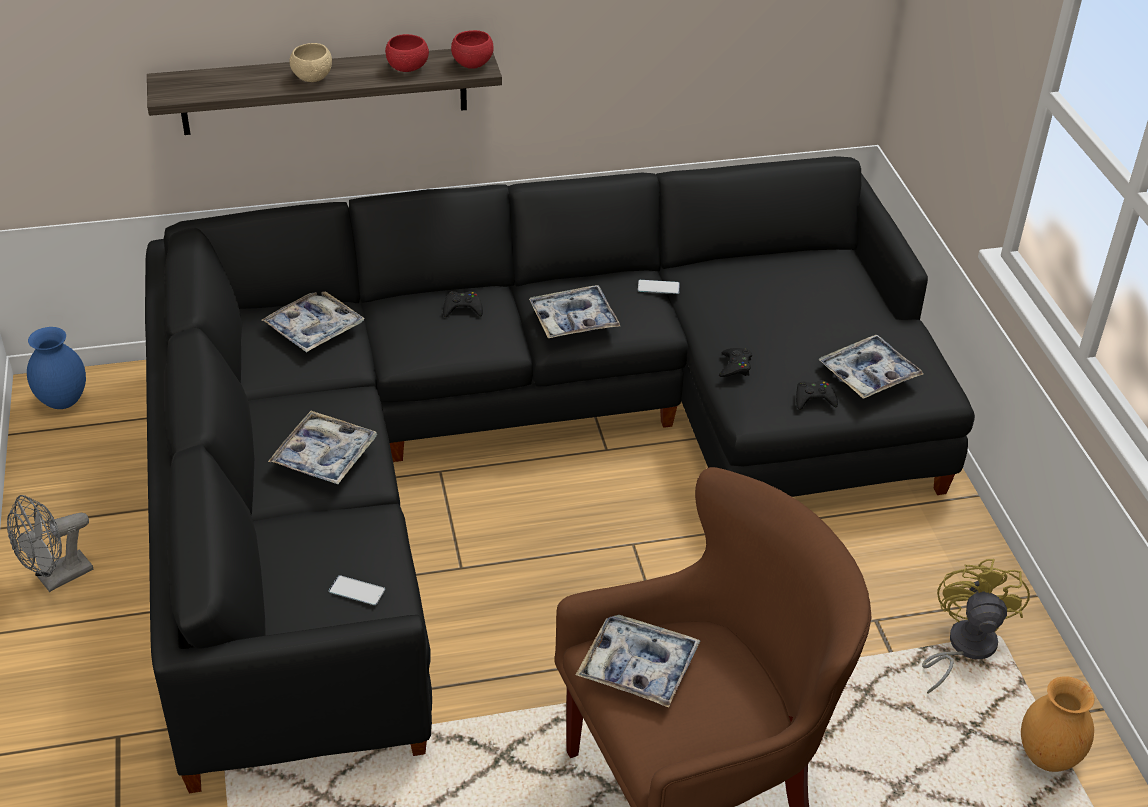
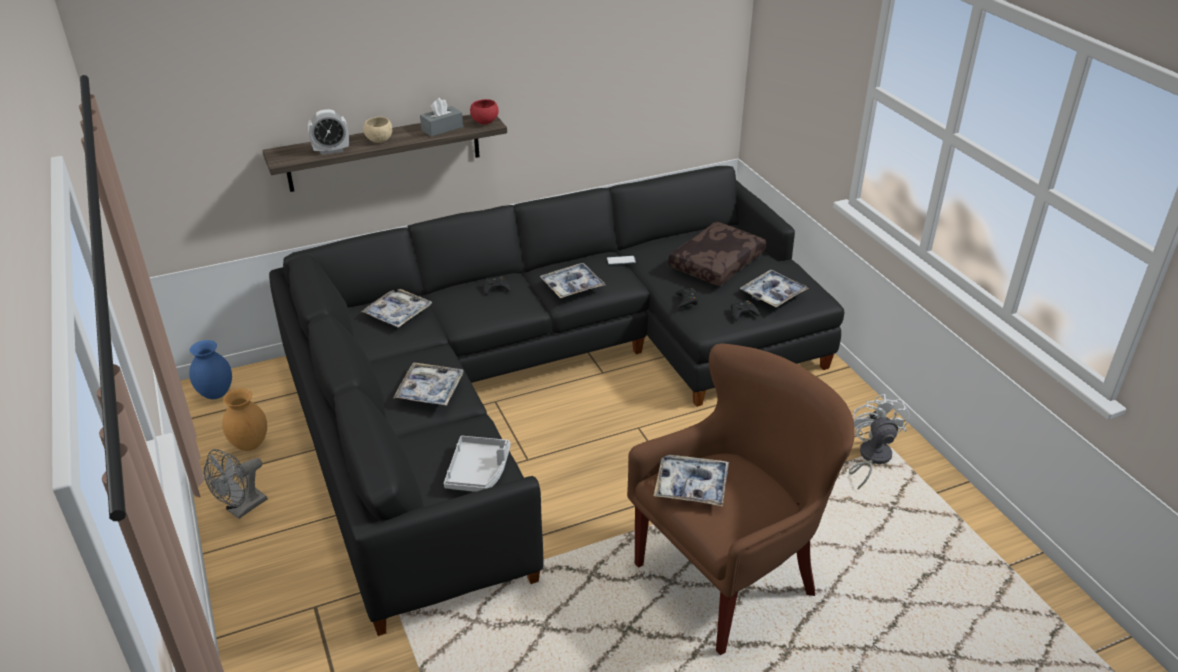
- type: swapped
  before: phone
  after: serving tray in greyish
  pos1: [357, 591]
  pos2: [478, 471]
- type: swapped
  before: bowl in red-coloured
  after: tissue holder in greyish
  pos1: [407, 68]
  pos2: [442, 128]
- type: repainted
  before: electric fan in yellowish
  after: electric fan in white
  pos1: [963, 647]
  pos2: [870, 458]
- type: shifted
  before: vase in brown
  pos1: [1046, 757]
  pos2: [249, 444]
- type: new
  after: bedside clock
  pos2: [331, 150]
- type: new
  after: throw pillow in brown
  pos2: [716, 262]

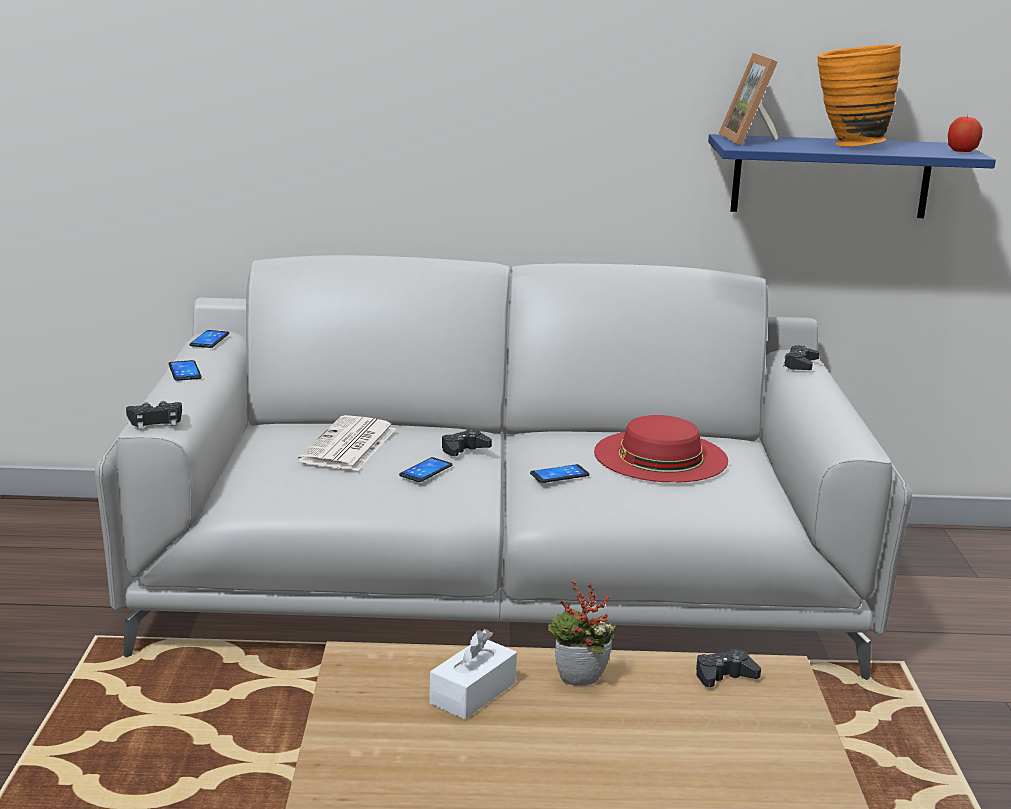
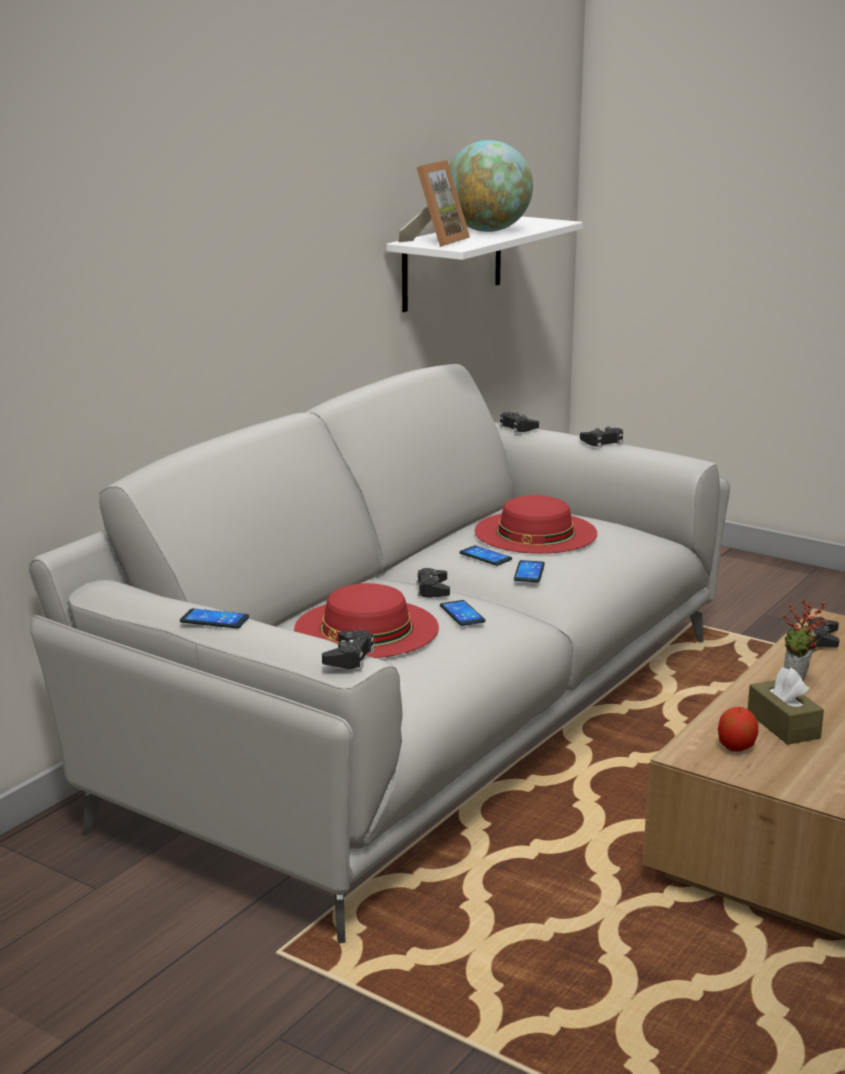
- type: shifted
  before: phone
  pos1: [209, 340]
  pos2: [485, 556]
- type: swapped
  before: printed paper
  after: clothing hat in red-coloured
  pos1: [349, 446]
  pos2: [366, 628]
- type: repainted
  before: tissue holder in white
  after: tissue holder in brown
  pos1: [473, 693]
  pos2: [783, 725]
- type: repainted
  before: shelf in blue-coloured
  after: shelf in white
  pos1: [831, 176]
  pos2: [452, 263]
- type: rotated
  before: photo frame
  pos1: [751, 140]
  pos2: [436, 241]
  turn: -90
- type: swapped
  before: vase in orangey
  after: world globe
  pos1: [847, 145]
  pos2: [487, 231]
- type: shifted
  before: apple
  pos1: [962, 151]
  pos2: [736, 747]
- type: new
  after: joypad in blackish
  pos2: [603, 442]

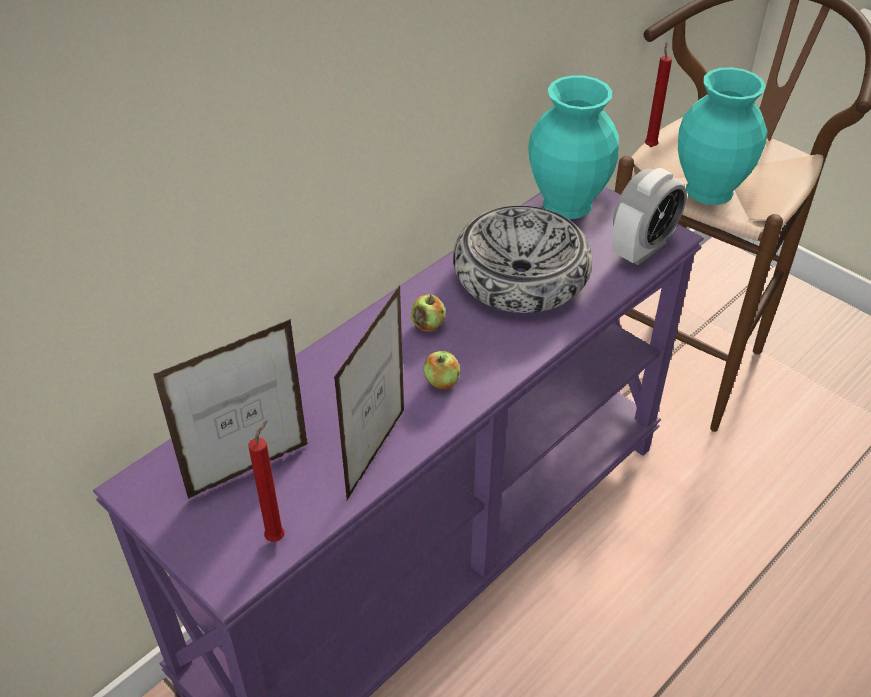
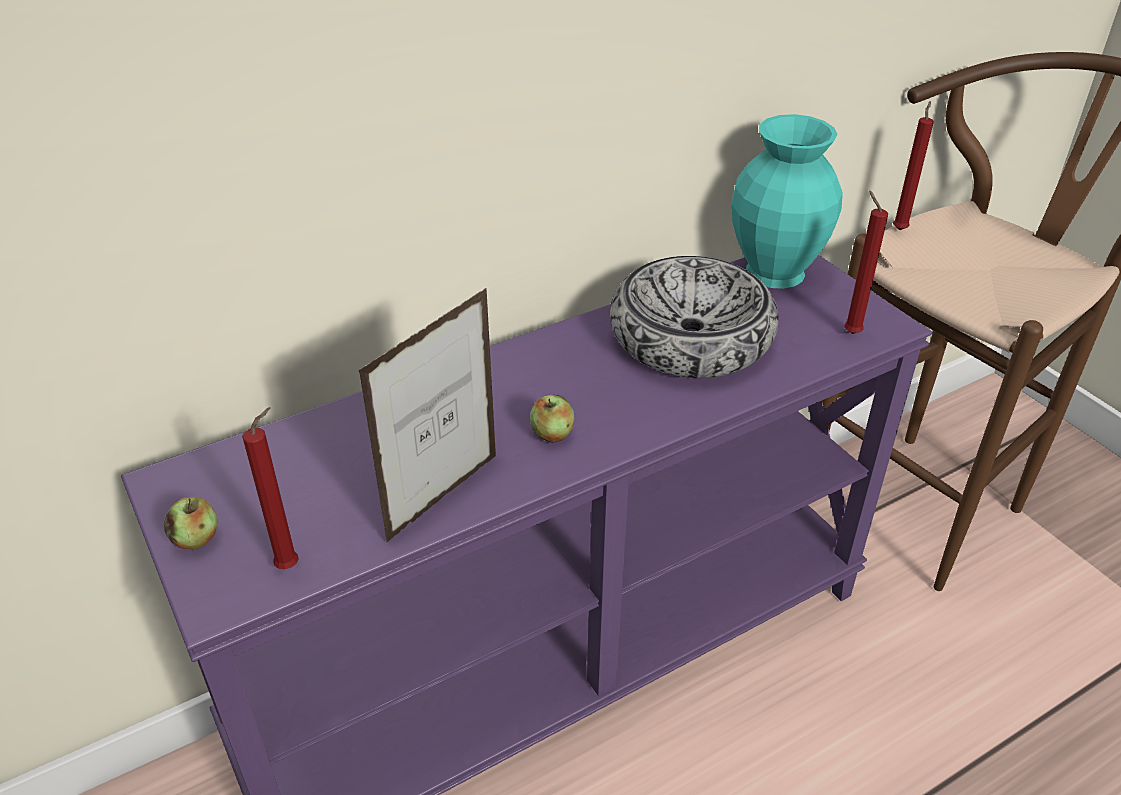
- type: gone
  before: photo frame
  pos1: [249, 470]
- type: shifted
  before: apple
  pos1: [428, 324]
  pos2: [196, 539]
- type: swapped
  before: bedside clock
  after: wax light in red-coloured
  pos1: [642, 249]
  pos2: [850, 332]
- type: gone
  before: vase in turquoise
  pos1: [711, 191]

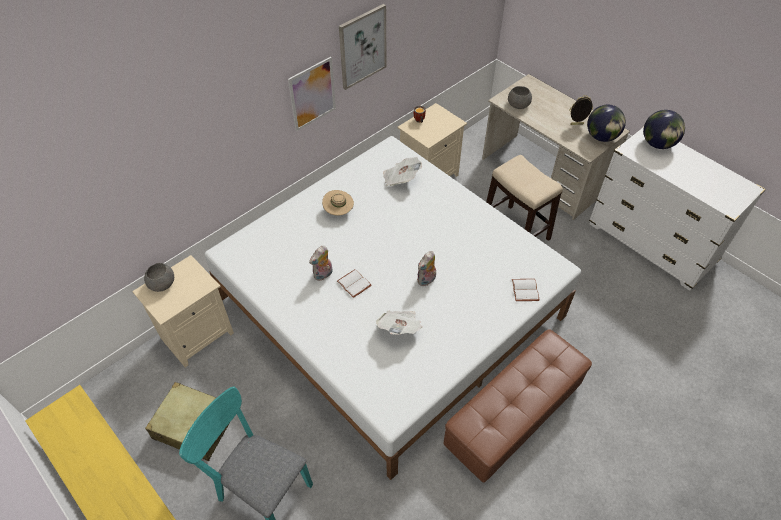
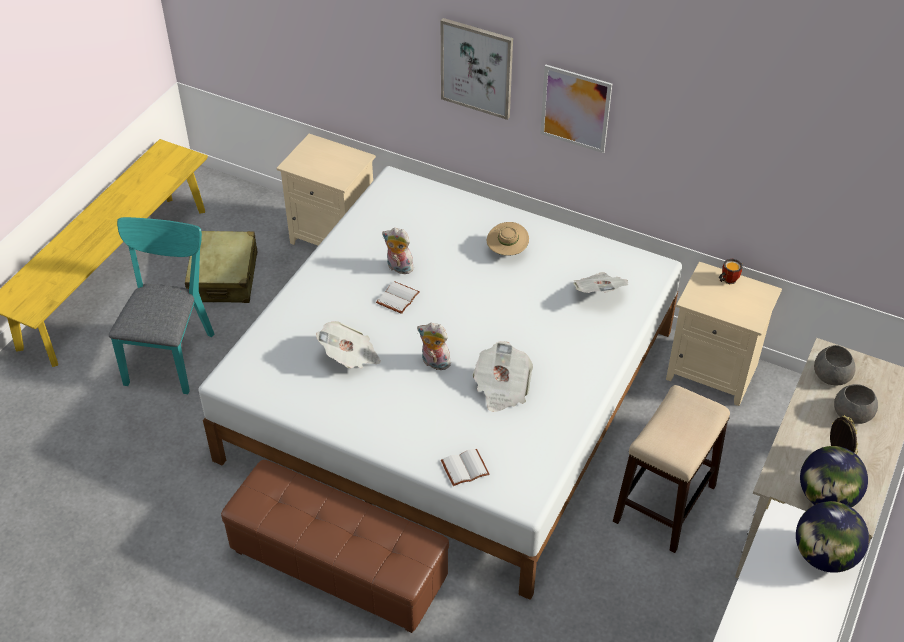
- type: shifted
  before: bowl in greyish
  pos1: [162, 283]
  pos2: [853, 414]
- type: shifted
  before: wall picture
  pos1: [362, 46]
  pos2: [477, 68]
- type: new
  after: printed paper
  pos2: [501, 388]

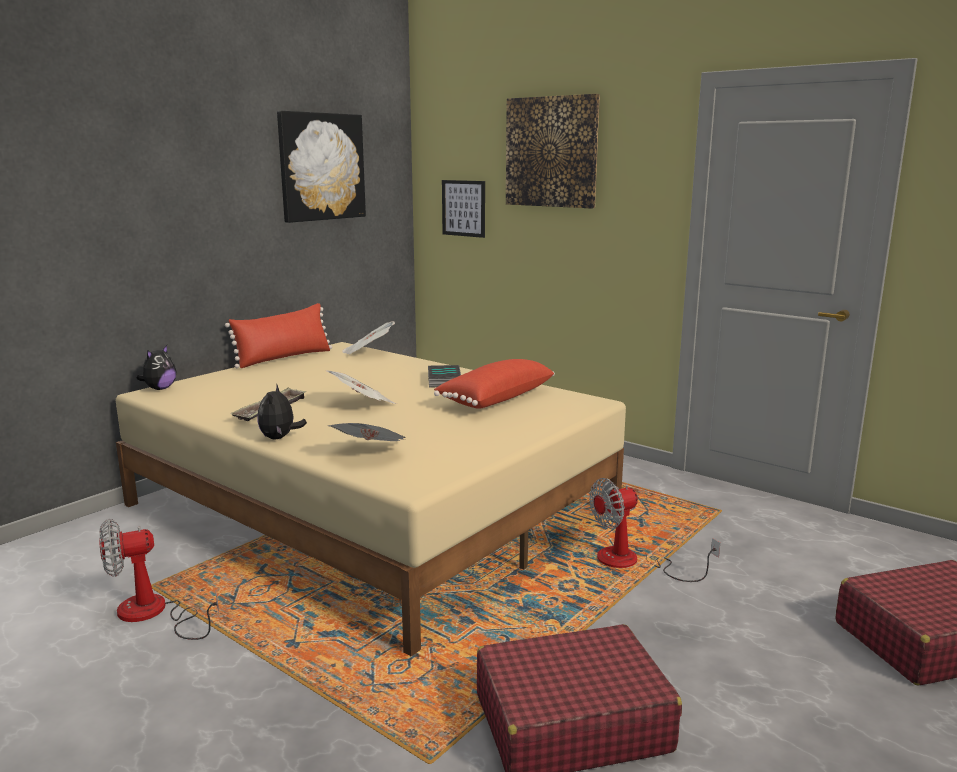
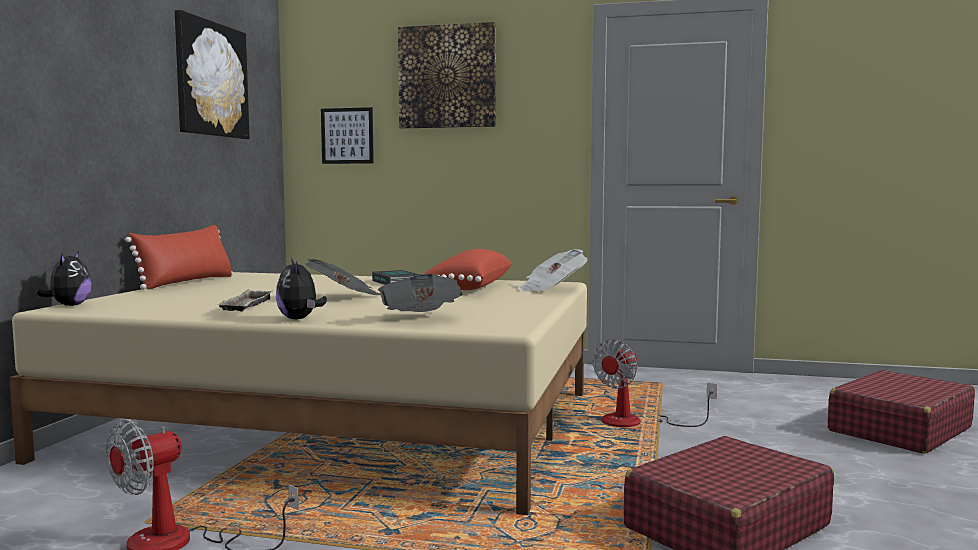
- type: shifted
  before: printed paper
  pos1: [368, 352]
  pos2: [551, 289]

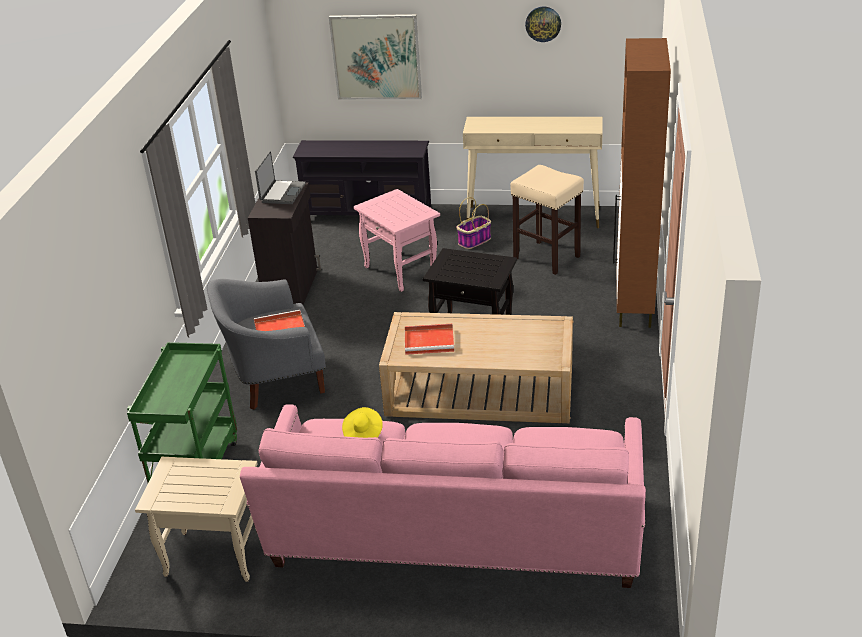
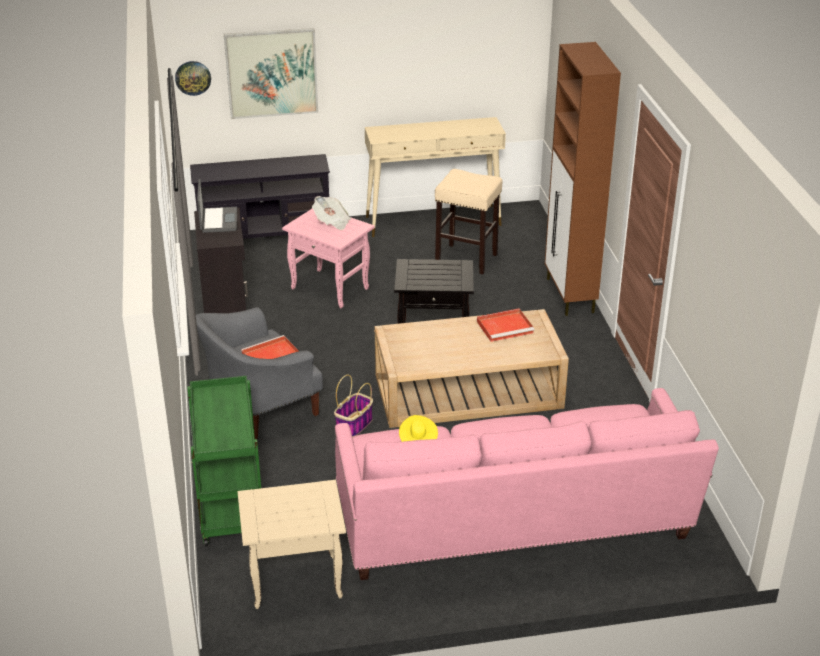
- type: shifted
  before: serving tray in red-coloured
  pos1: [430, 341]
  pos2: [506, 327]
- type: shifted
  before: basket
  pos1: [474, 241]
  pos2: [354, 425]
- type: shifted
  before: hanging clock
  pos1: [543, 24]
  pos2: [193, 78]
- type: new
  after: printed paper
  pos2: [332, 222]

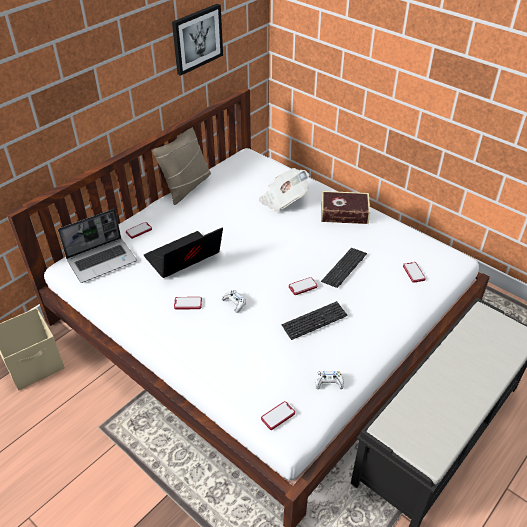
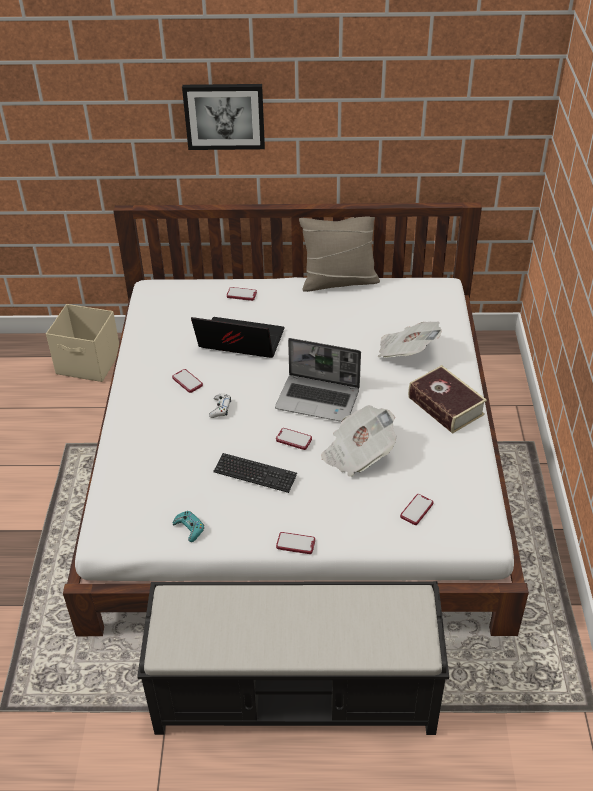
- type: shifted
  before: laptop
  pos1: [102, 260]
  pos2: [319, 399]
- type: shifted
  before: wall picture
  pos1: [197, 38]
  pos2: [224, 116]
- type: shifted
  before: phone
  pos1: [278, 416]
  pos2: [295, 544]
- type: repainted
  before: joypad in white
  after: joypad in turquoise
  pos1: [328, 382]
  pos2: [189, 528]
- type: swapped
  before: computer keyboard
  after: printed paper
  pos1: [344, 268]
  pos2: [357, 454]

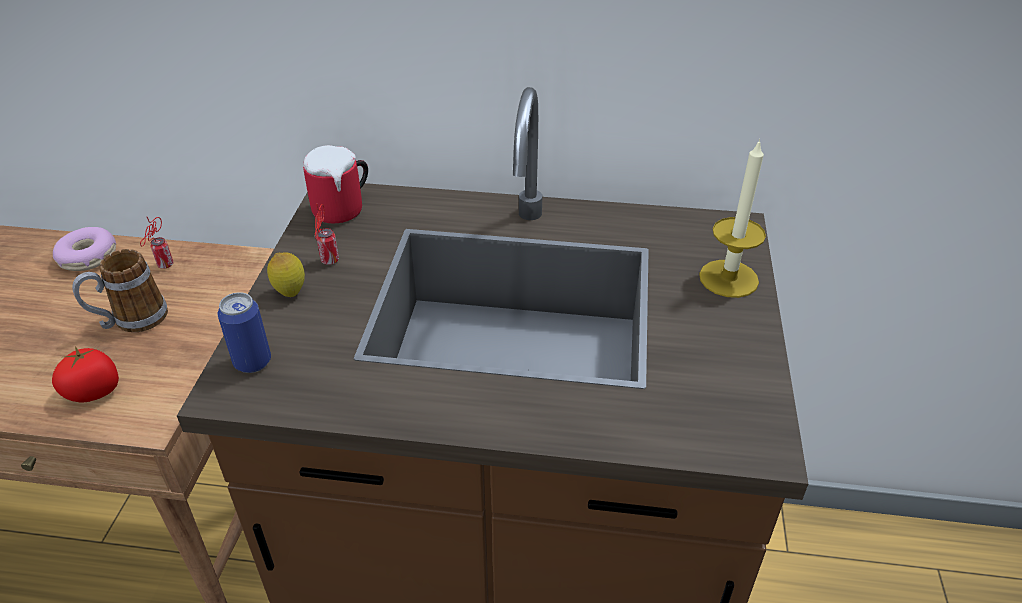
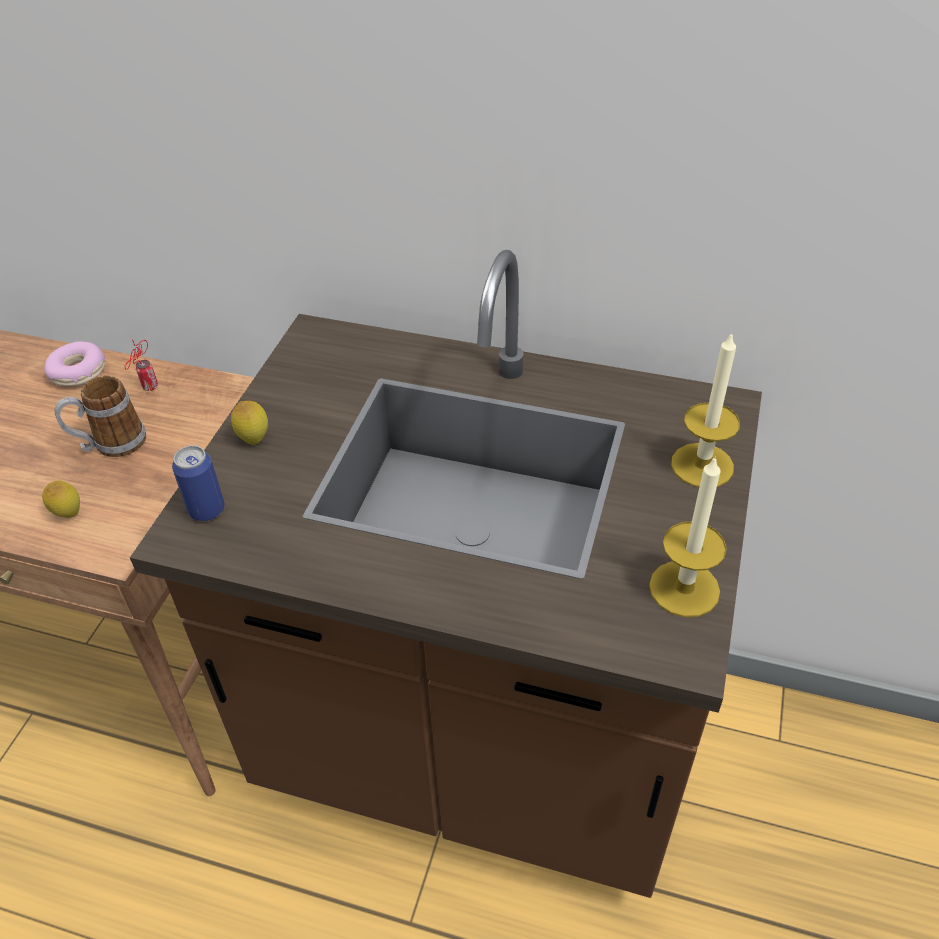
- type: swapped
  before: fresh tomato
  after: whole lemon
  pos1: [94, 391]
  pos2: [69, 514]
- type: gone
  before: mug
  pos1: [345, 209]
- type: gone
  before: metal can
  pos1: [329, 262]
- type: new
  after: wax light
  pos2: [684, 588]

